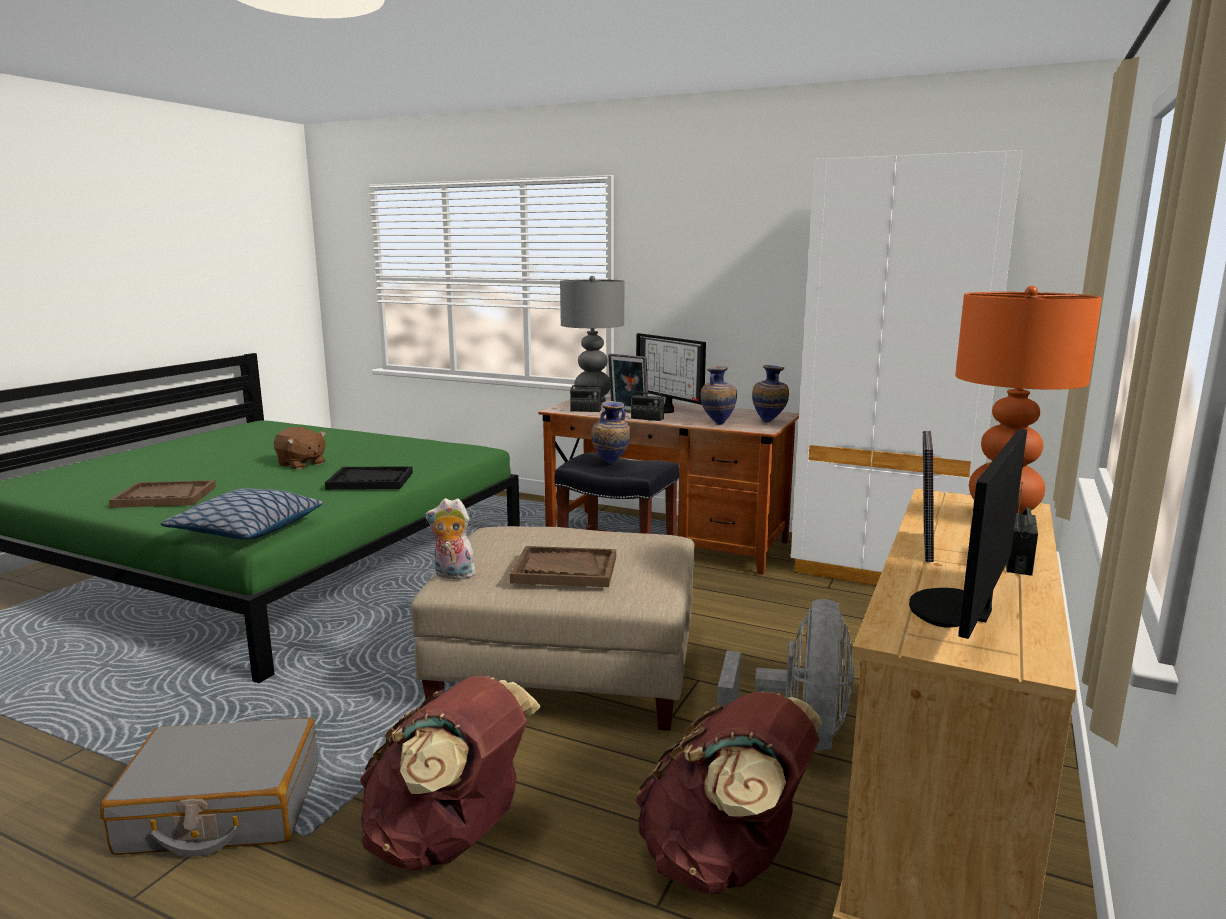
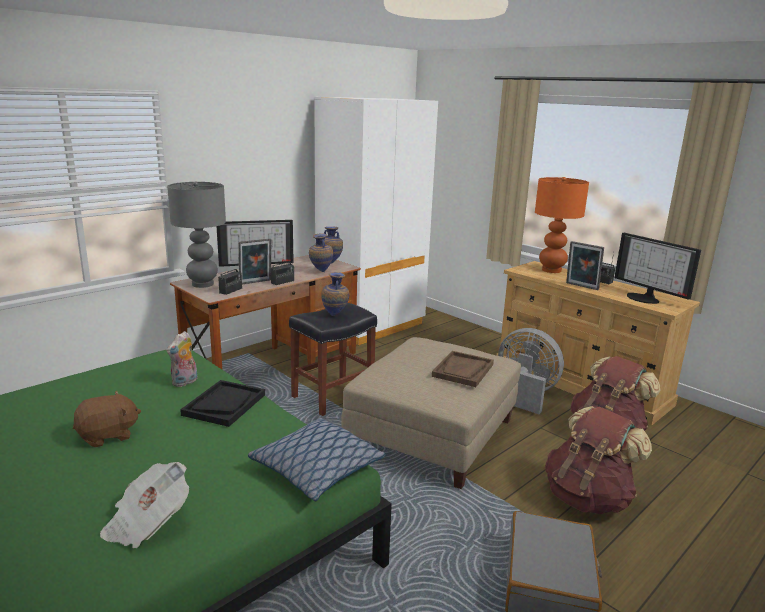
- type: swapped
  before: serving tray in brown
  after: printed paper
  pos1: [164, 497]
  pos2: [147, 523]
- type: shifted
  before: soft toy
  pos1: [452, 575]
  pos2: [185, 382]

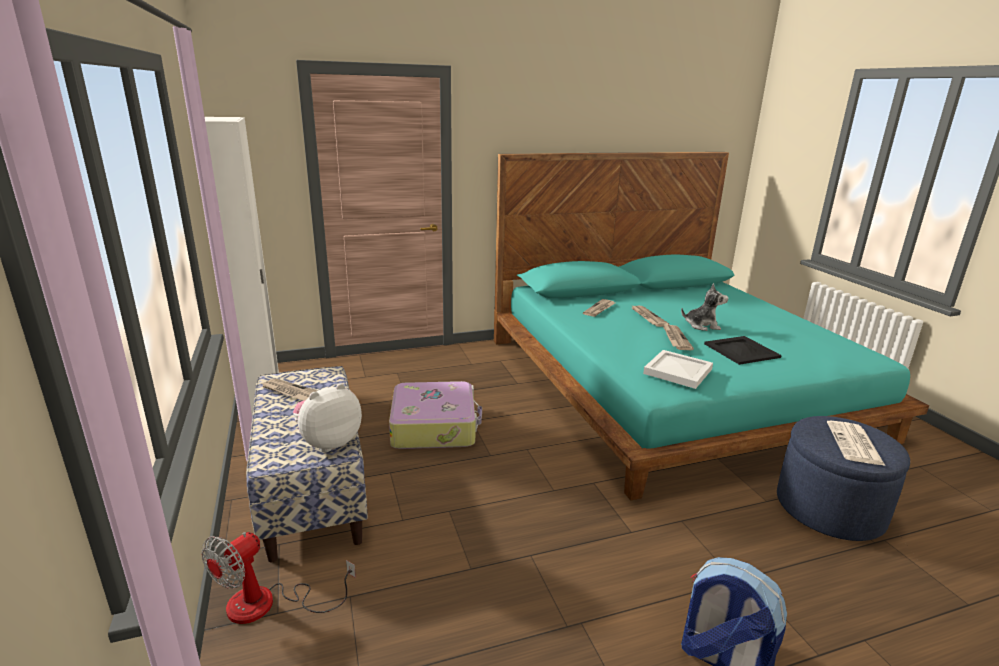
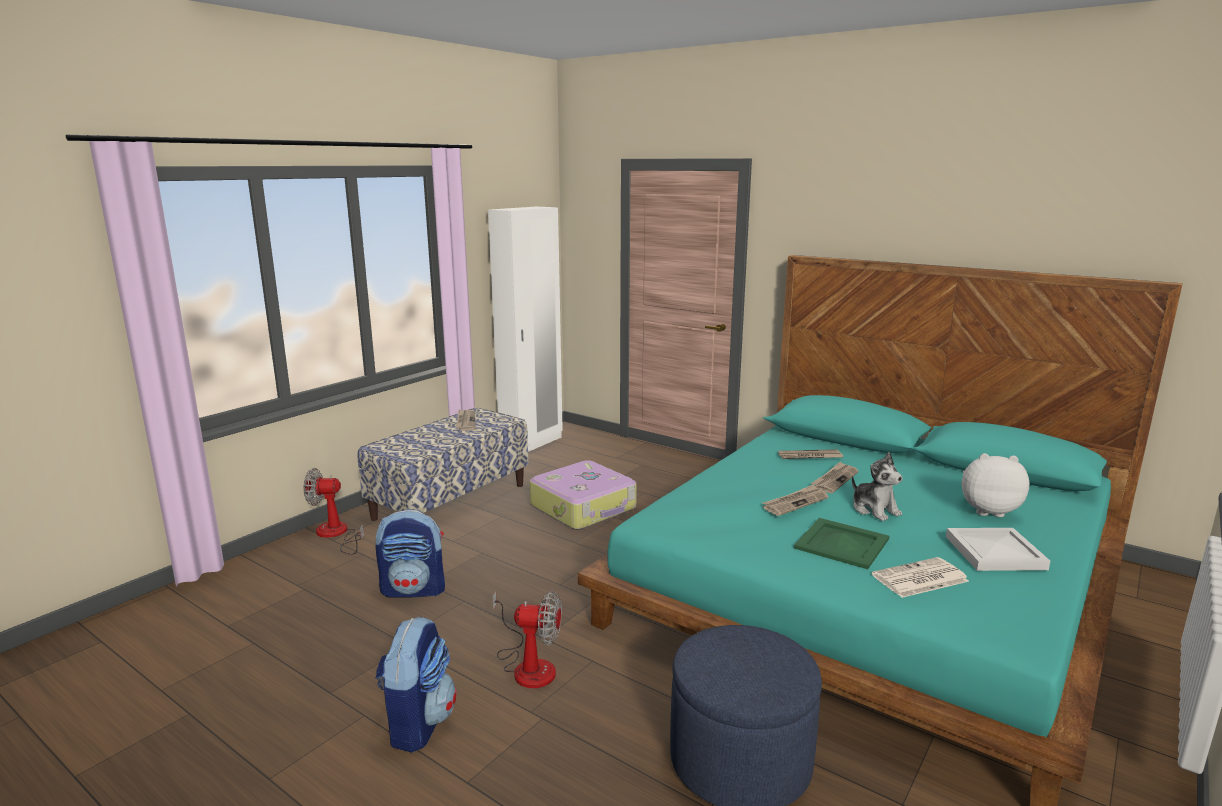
- type: shifted
  before: soft toy
  pos1: [329, 442]
  pos2: [987, 510]
- type: shifted
  before: serving tray in white
  pos1: [679, 371]
  pos2: [996, 553]
- type: repainted
  before: serving tray in blackish
  after: serving tray in greenish
  pos1: [741, 350]
  pos2: [842, 543]
- type: shifted
  before: printed paper
  pos1: [855, 444]
  pos2: [919, 579]
- type: new
  after: knapsack
  pos2: [414, 590]
- type: new
  after: electric fan
  pos2: [528, 665]

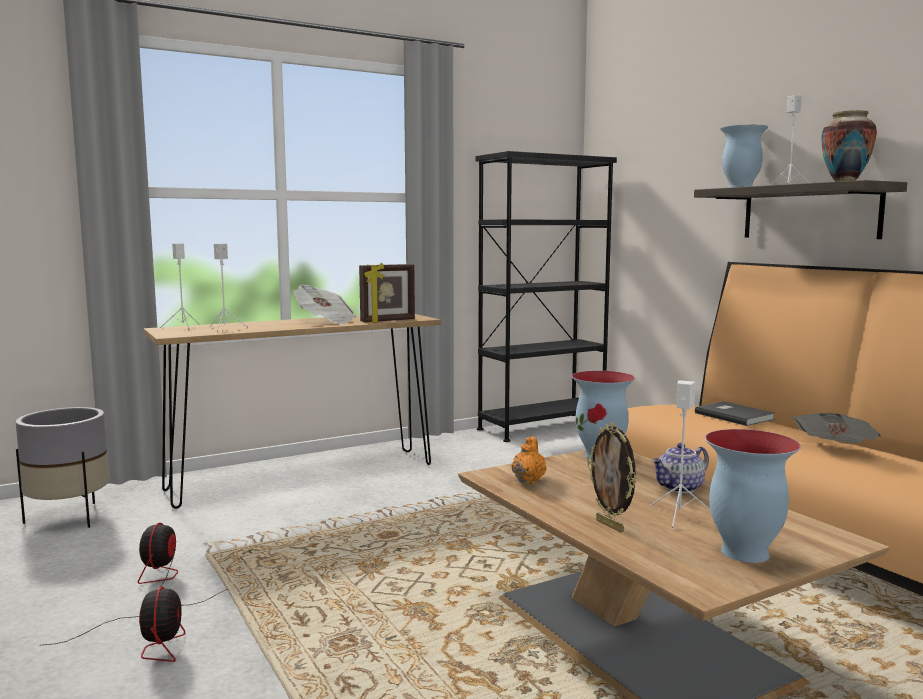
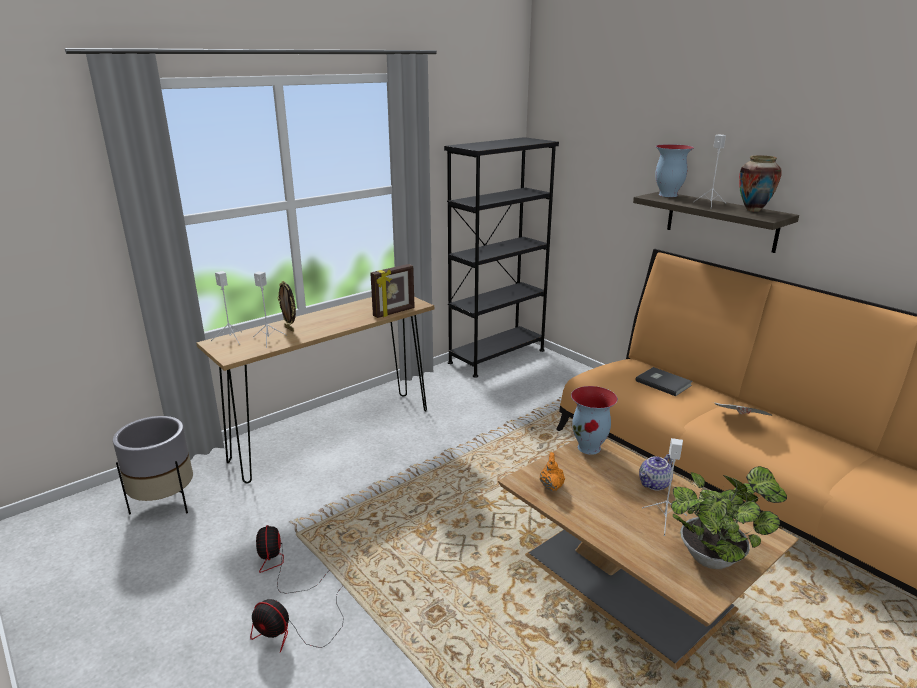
- type: rotated
  before: electric fan
  pos1: [145, 642]
  pos2: [294, 632]
  turn: 135
- type: gone
  before: printed paper
  pos1: [325, 321]
- type: shifted
  before: photo frame
  pos1: [611, 525]
  pos2: [290, 328]
- type: swapped
  before: vase
  after: plant in a pot
  pos1: [743, 552]
  pos2: [715, 556]

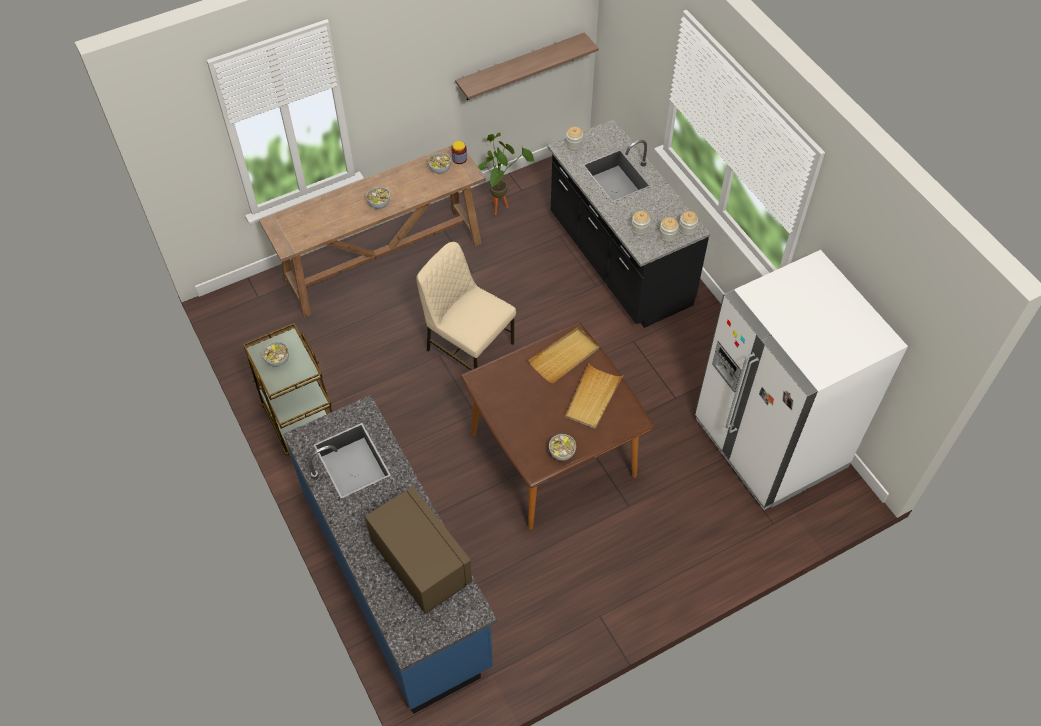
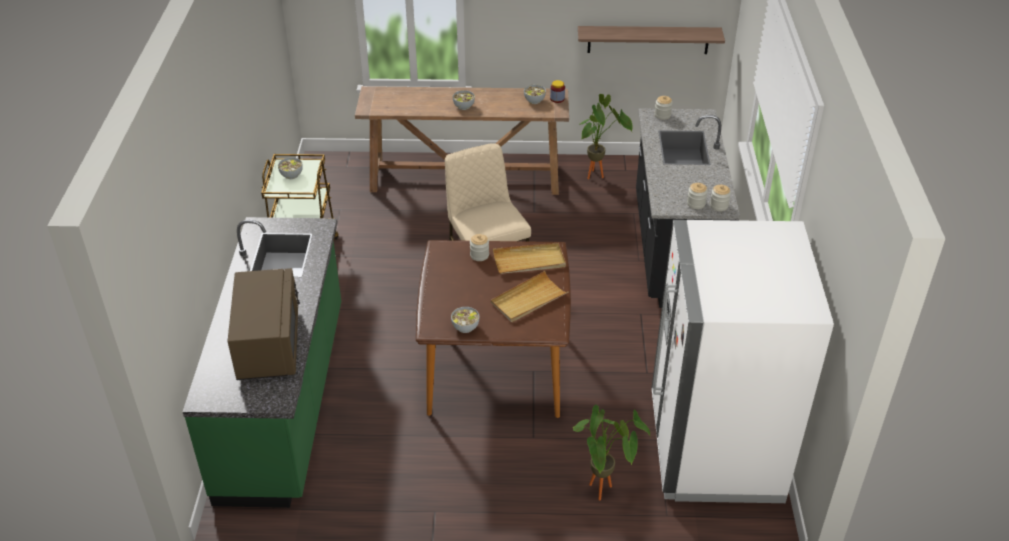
- type: repainted
  before: kitchen counter in blue-coloured
  after: kitchen counter in greenish
  pos1: [397, 579]
  pos2: [285, 400]
- type: shifted
  before: preserve jar
  pos1: [639, 229]
  pos2: [479, 255]
- type: new
  after: plant in a pot
  pos2: [604, 494]

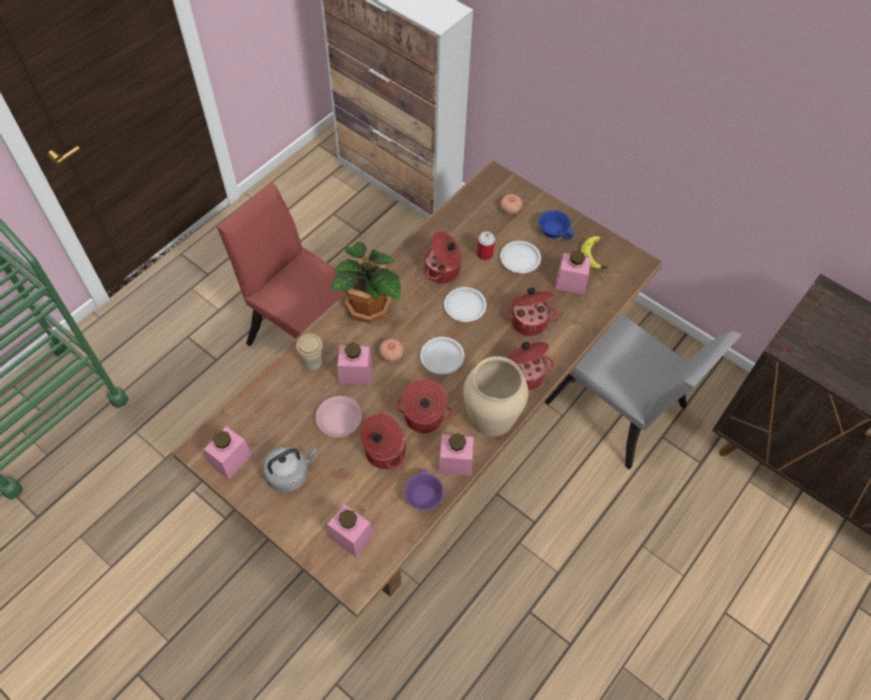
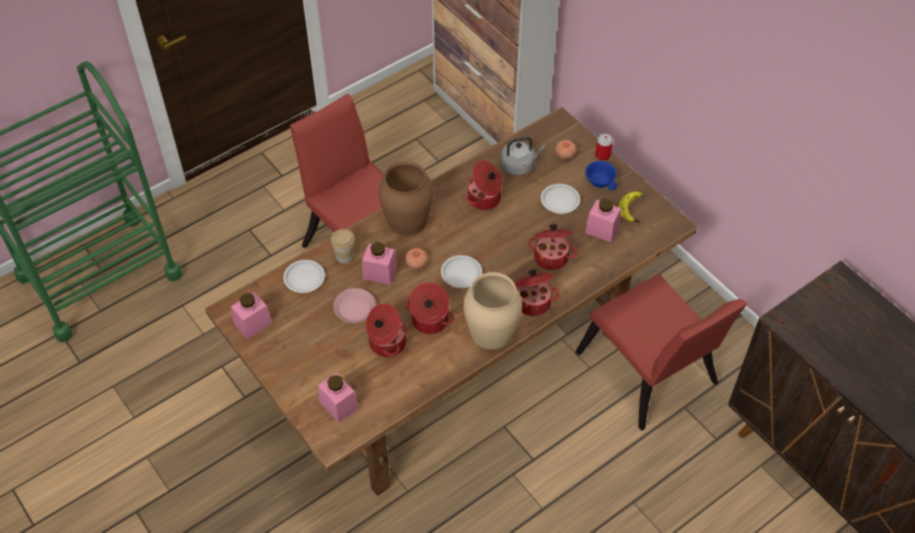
- type: shifted
  before: tea kettle in greyish
  pos1: [290, 474]
  pos2: [519, 165]
- type: swapped
  before: plant in a pot
  after: vase in brown
  pos1: [369, 308]
  pos2: [407, 219]
- type: gone
  before: cup in purple
  pos1: [422, 496]
- type: gone
  before: preserve jar in pink
  pos1: [455, 462]
- type: shifted
  before: flat dish in white
  pos1: [464, 306]
  pos2: [304, 278]
- type: shifted
  before: metal can
  pos1: [485, 254]
  pos2: [602, 155]
- type: repainted
  before: chair in greyish
  after: chair in red-coloured
  pos1: [621, 411]
  pos2: [650, 376]

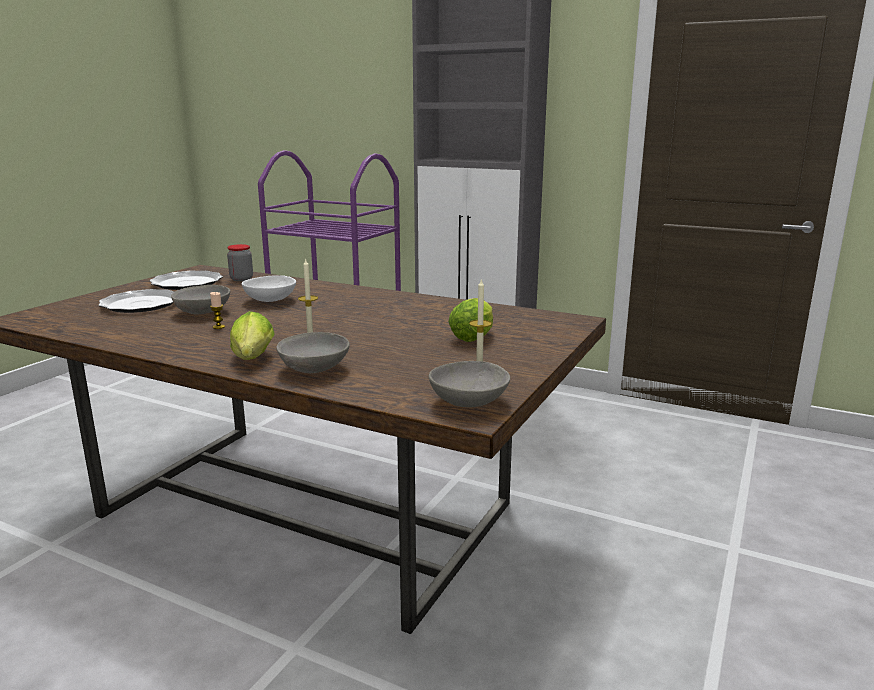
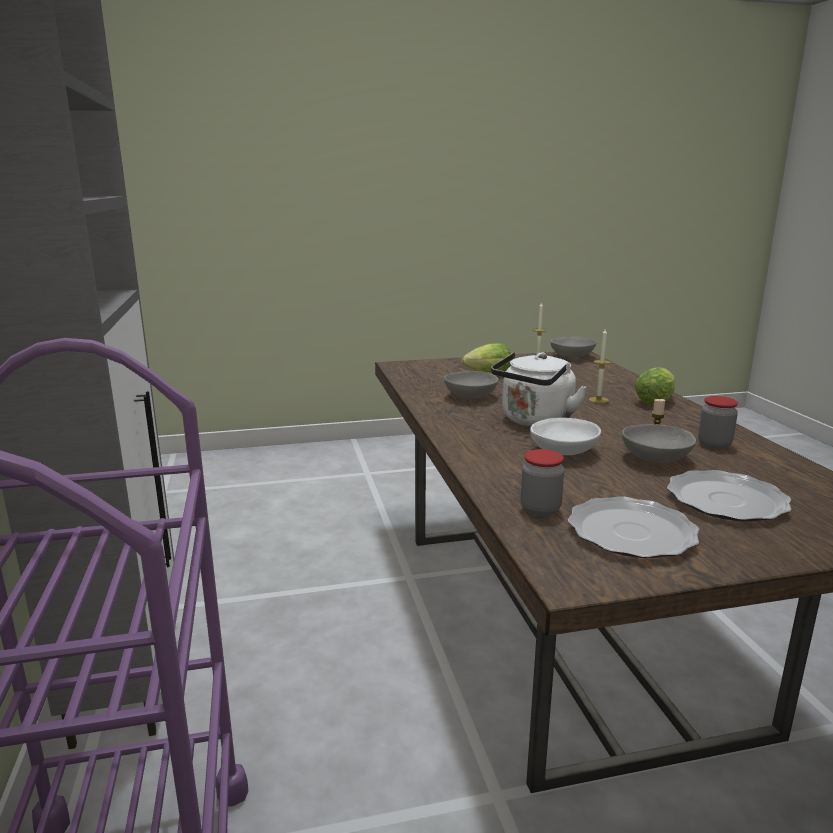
- type: shifted
  before: bowl in greyish
  pos1: [315, 369]
  pos2: [470, 397]
- type: new
  after: tea kettle in white
  pos2: [535, 421]
- type: new
  after: preserve jar
  pos2: [714, 444]

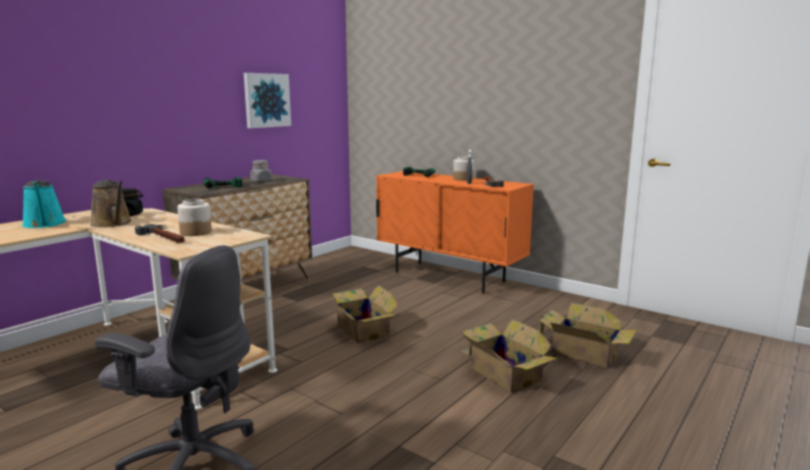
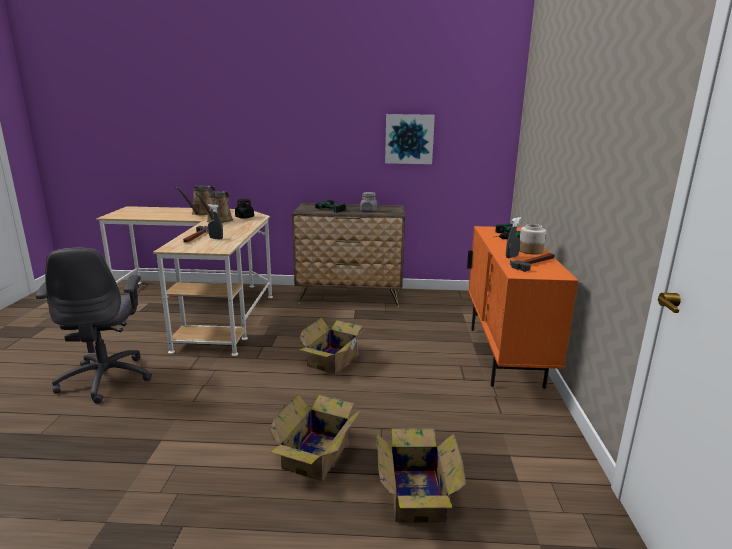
- type: repainted
  before: watering can in turquoise
  after: watering can in brown
  pos1: [44, 224]
  pos2: [202, 213]
- type: swapped
  before: preserve jar
  after: spray bottle in greyish
  pos1: [195, 232]
  pos2: [216, 238]

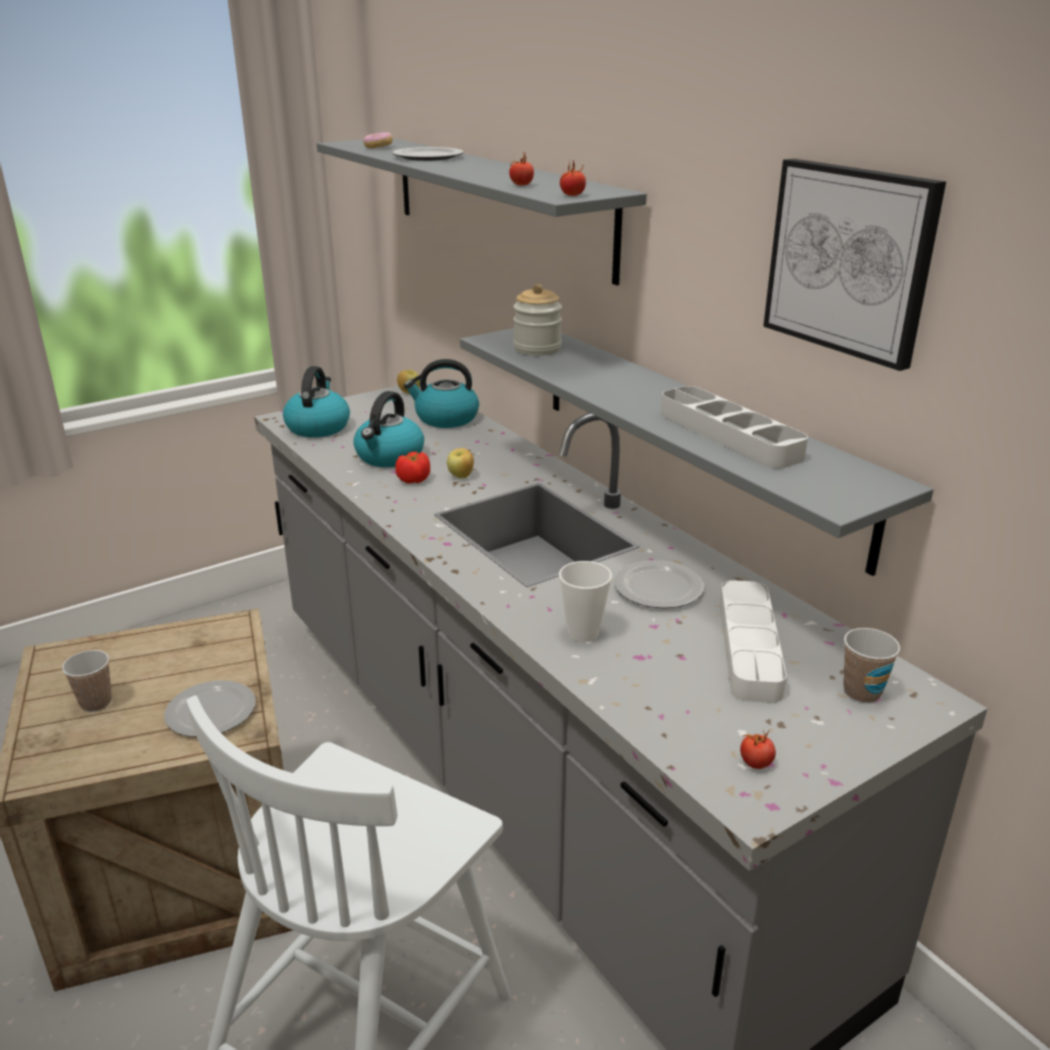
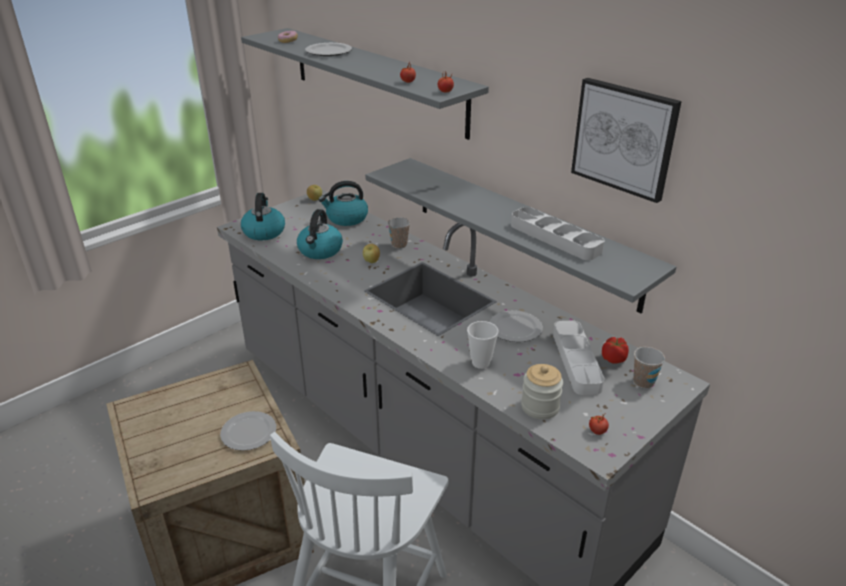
- type: shifted
  before: cup
  pos1: [96, 703]
  pos2: [399, 245]
- type: shifted
  before: fresh tomato
  pos1: [414, 480]
  pos2: [613, 358]
- type: shifted
  before: preserve jar
  pos1: [537, 349]
  pos2: [540, 407]

